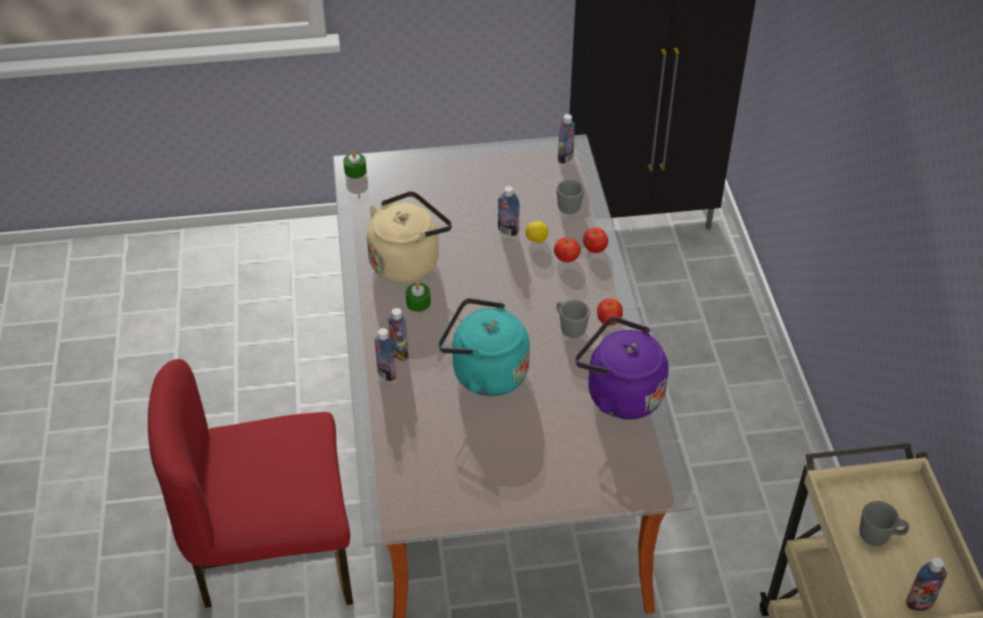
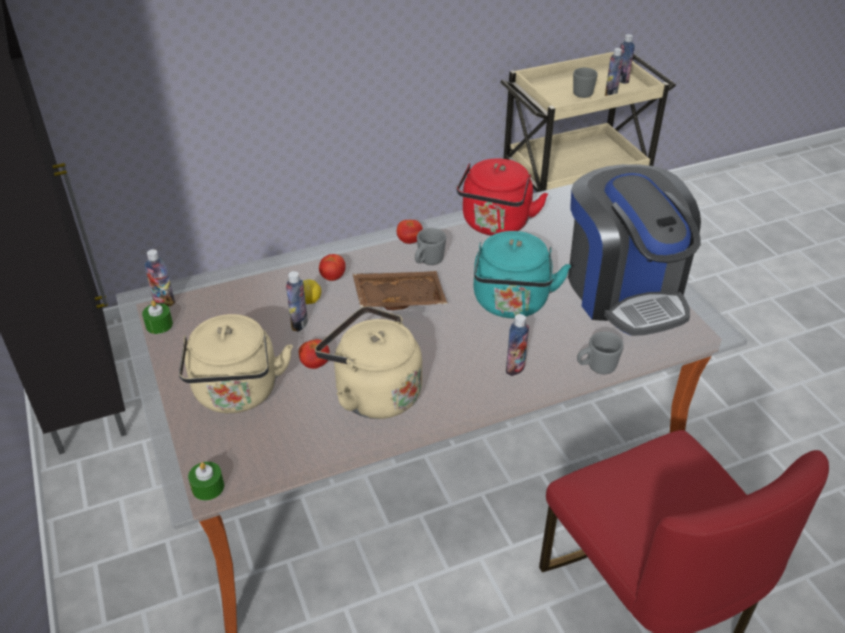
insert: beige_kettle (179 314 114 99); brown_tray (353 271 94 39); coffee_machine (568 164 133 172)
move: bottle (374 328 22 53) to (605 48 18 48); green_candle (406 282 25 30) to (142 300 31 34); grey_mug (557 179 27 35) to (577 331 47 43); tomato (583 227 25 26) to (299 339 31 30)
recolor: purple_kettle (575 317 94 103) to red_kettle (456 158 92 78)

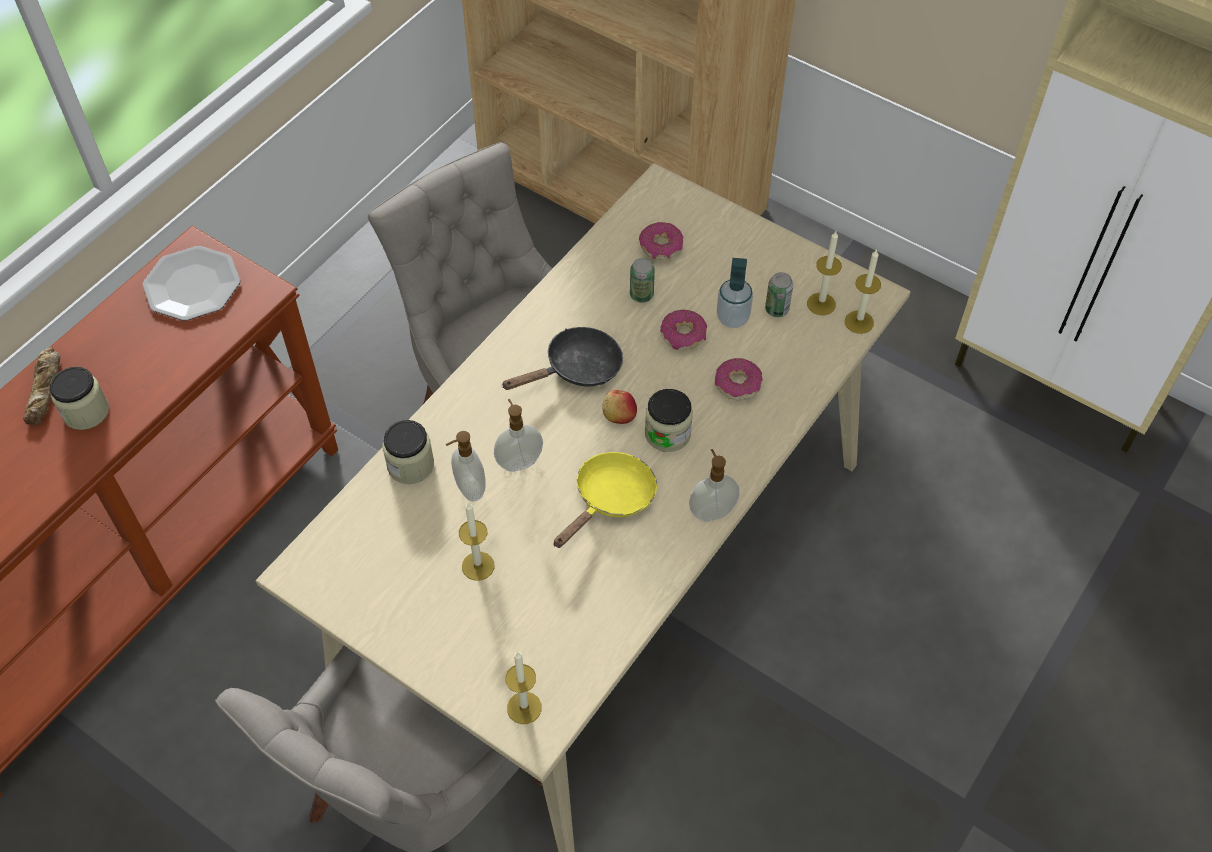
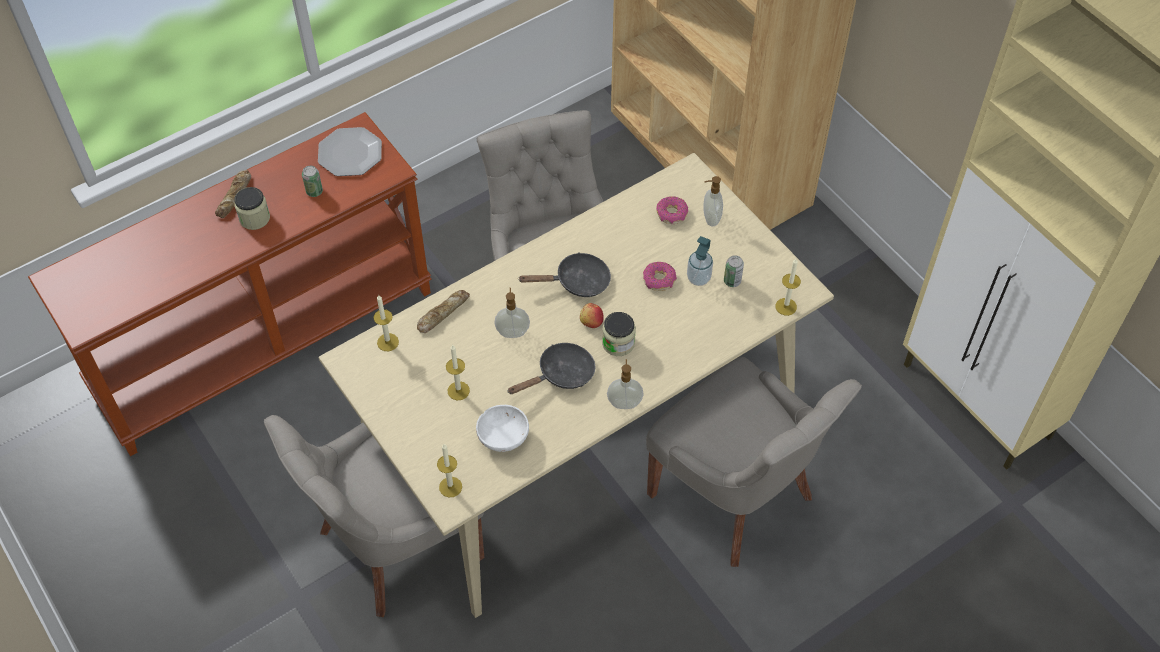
delete: donut (715 358 48 42)
insert: white_bowl (476 405 53 47); grey_chair (646 357 216 210)
move: soap_dispenser (446 431 40 70) to (703 176 20 50); can (630 258 25 45) to (302 166 21 31); candle (807 231 35 84) to (374 295 25 56)
replace: jar (383 420 51 64) to bread (417 290 53 43)
recolor: yellow_frying_pan (554 452 103 96) to black_frying_pan (507 343 88 51)

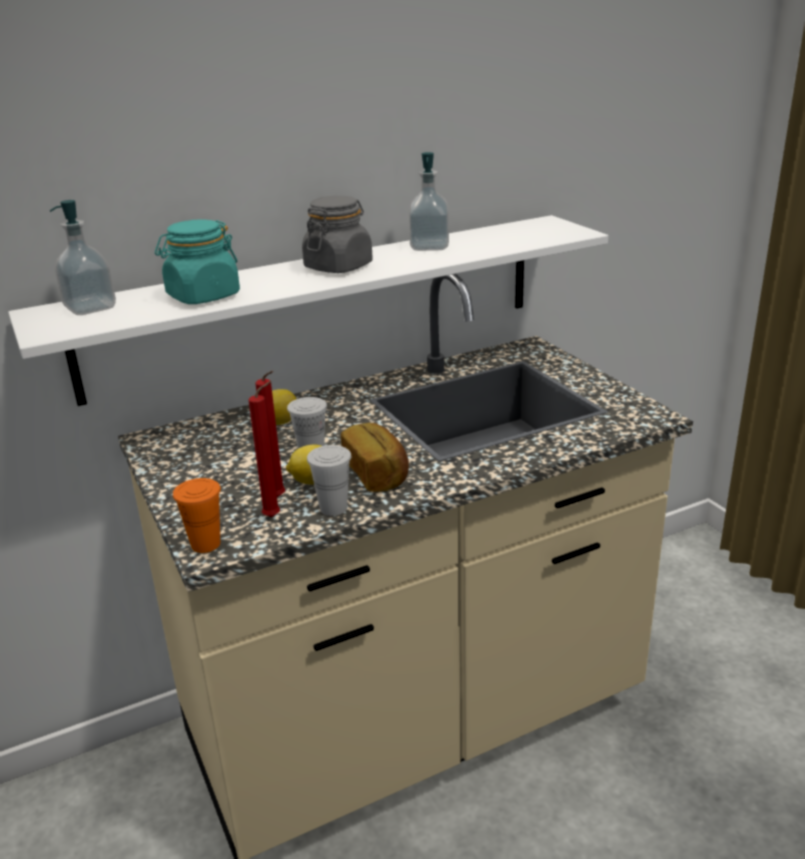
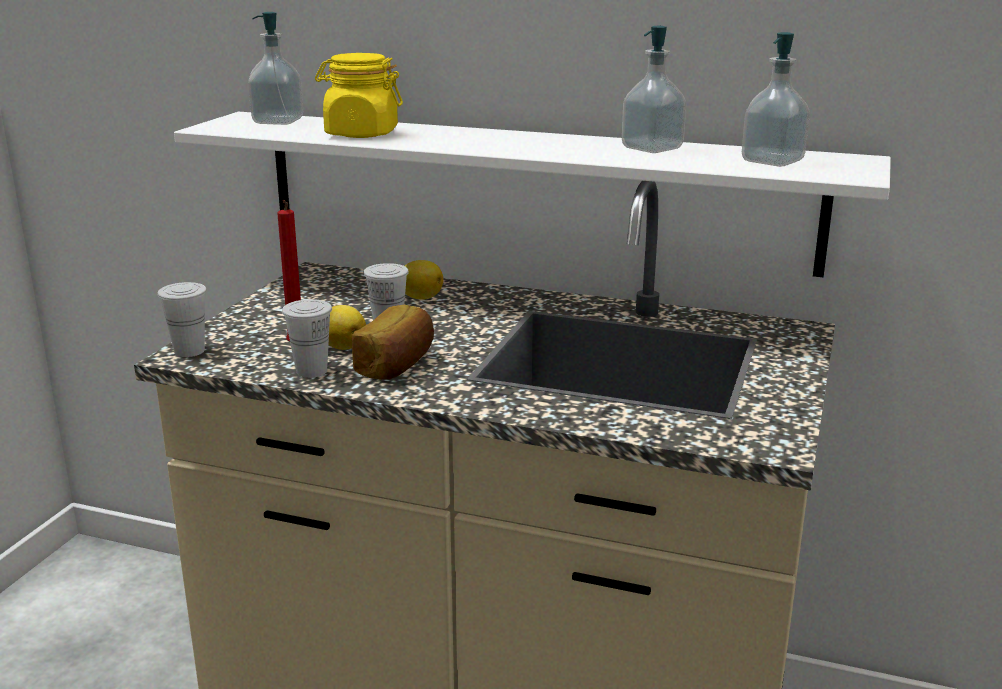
delete: red_candle (249 381 31 136); grey_jar (302 196 71 77)
insert: soap_dispenser (742 32 68 135)
recolor: turquoise_jar (155 219 85 85) to yellow_jar (315 53 88 85); orange_cup (173 478 48 75) to white_cup (158 282 49 75)

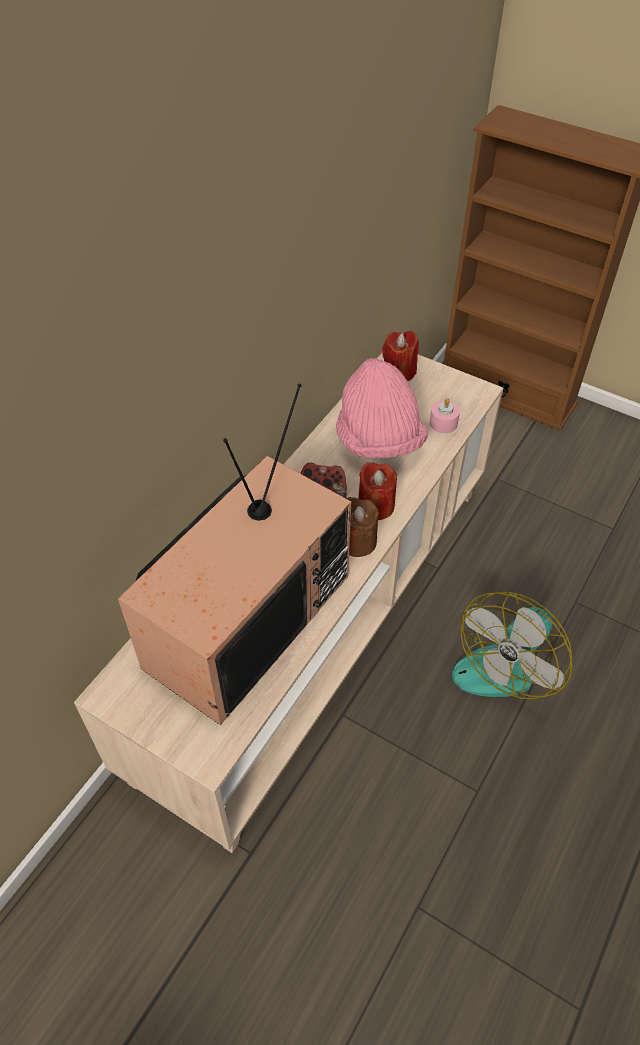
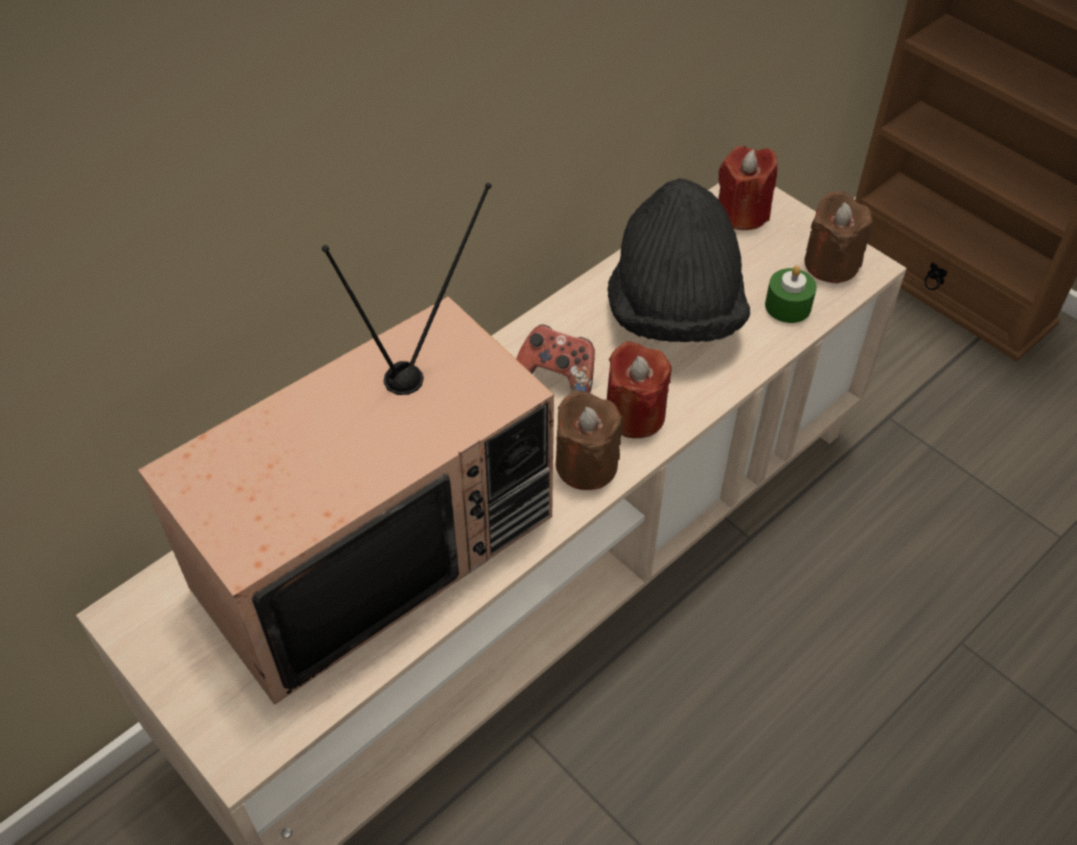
delete: fan (452 592 120 107)
insert: brown_candle (804 191 69 92)
recolor: pink_hat (336 358 92 101) to black_hat (607 178 143 164); pink_candle (430 398 30 35) to green_candle (765 266 52 57)

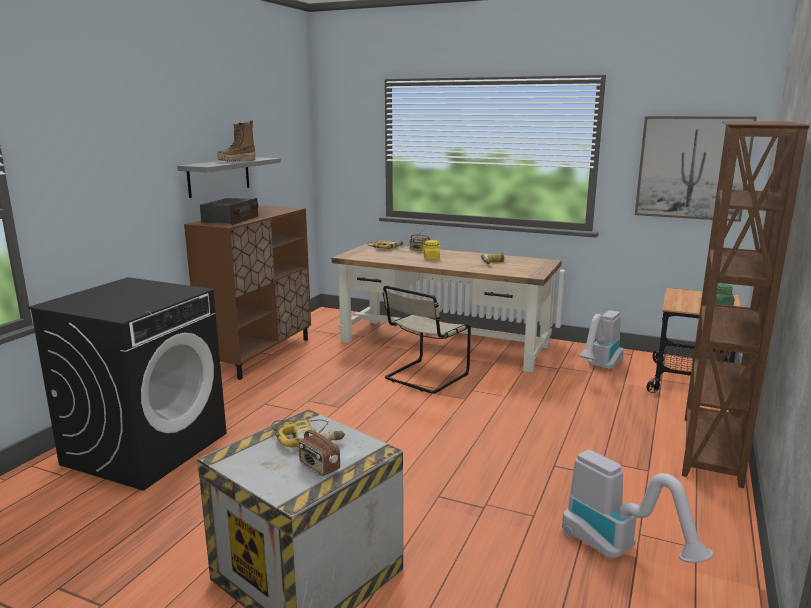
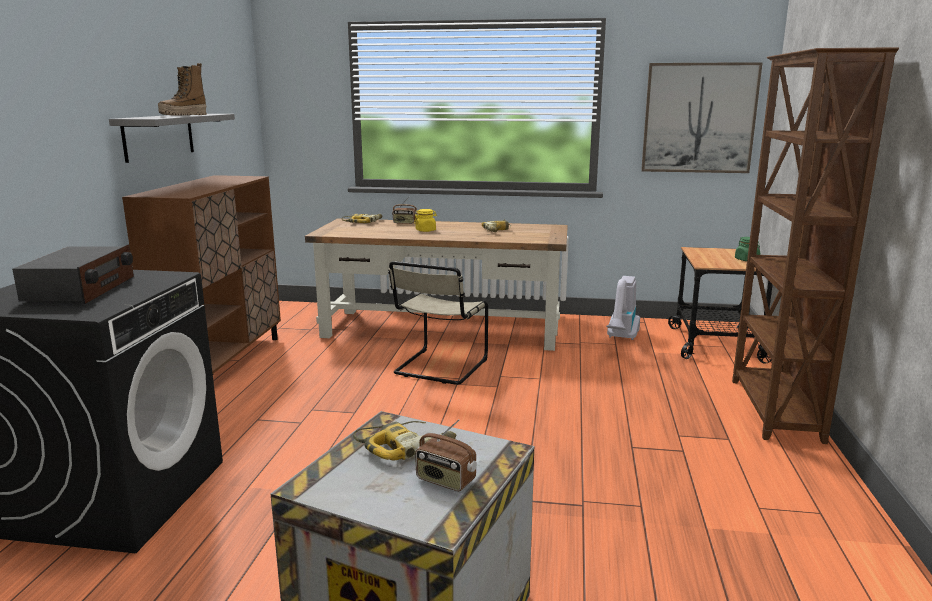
delete: vacuum_cleaner (562 450 151 113)
move: radio (200 198 58 27) to (12 244 122 60)

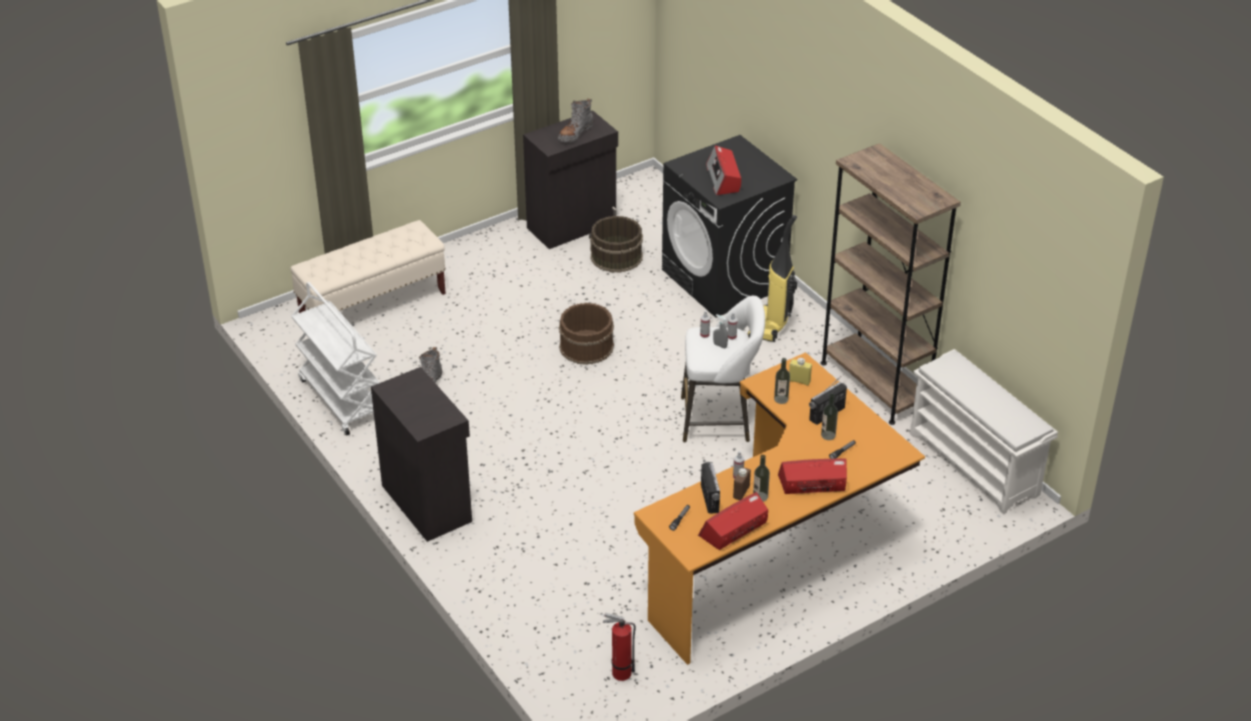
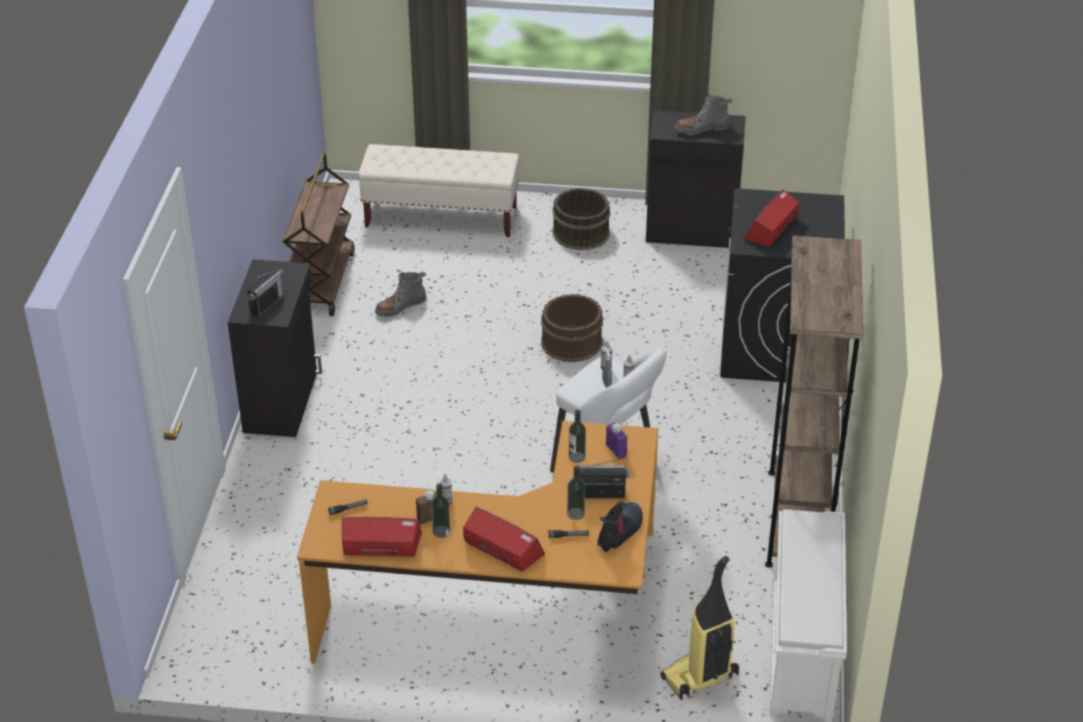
delete: fire_extinguisher (603 613 33 68)
insert: boot (597 501 46 51)
move: brown_bucket (589 216 54 56) to (553 188 57 62); radio (701 462 19 52) to (247 268 38 49); vacuum_cleaner (748 215 49 127) to (660 556 79 144)
recolor: white_cart (292 282 88 154) to brown_cart (282 153 73 163); yellow_bottle (789 358 23 28) to purple_bottle (606 423 21 36)

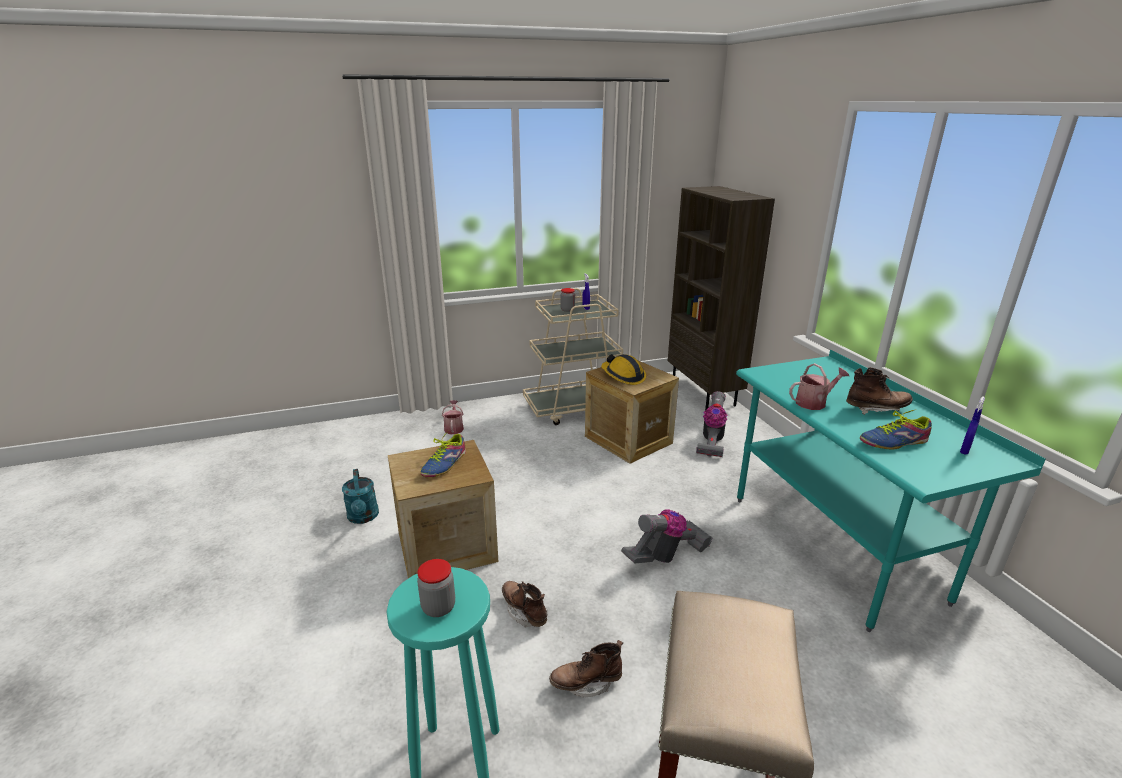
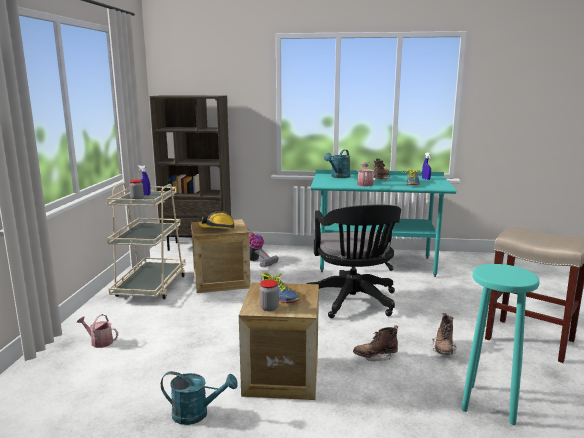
insert: turquoise_watering_can (324 150 26 28)
move: jar (417 559 38 58) to (260 280 19 31)
replace: vacuum_cleaner (621 509 92 54) to black_office_chair (306 205 95 113)

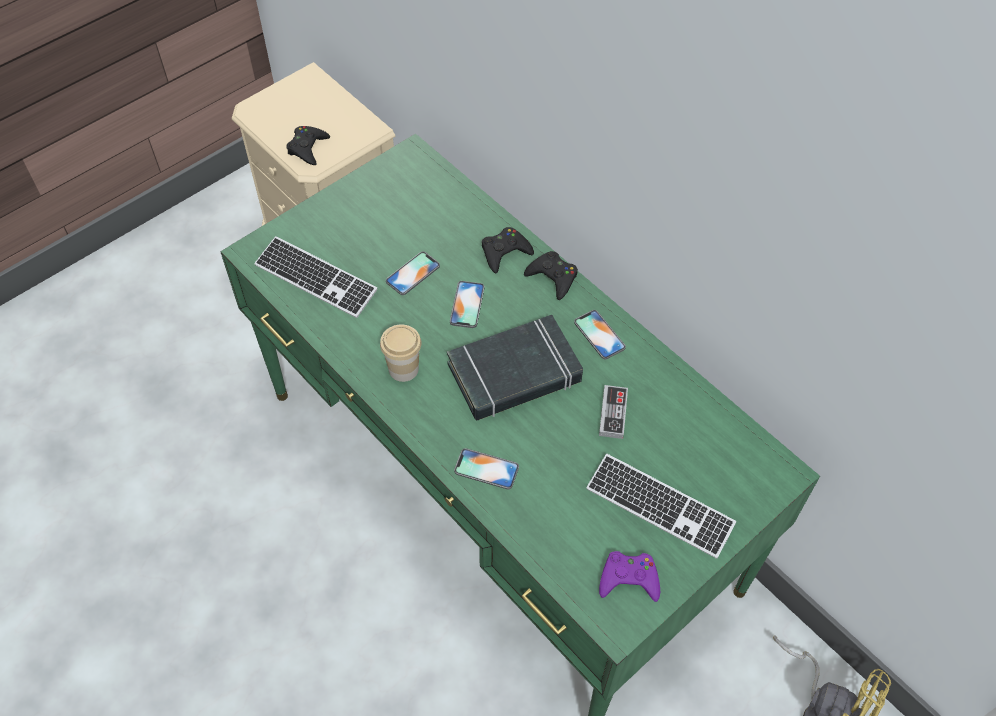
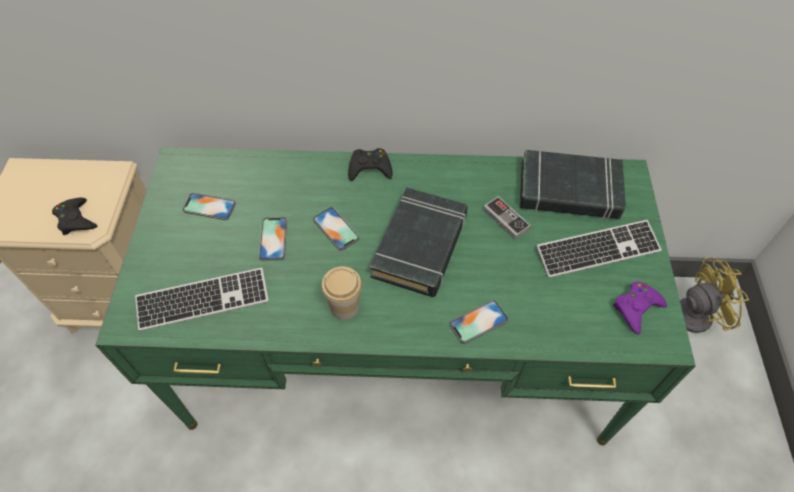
delete: black_game_controller (482 227 52 46)
insert: black_book (520 150 106 70)
move: phone (574 310 52 49) to (182 193 54 27)

